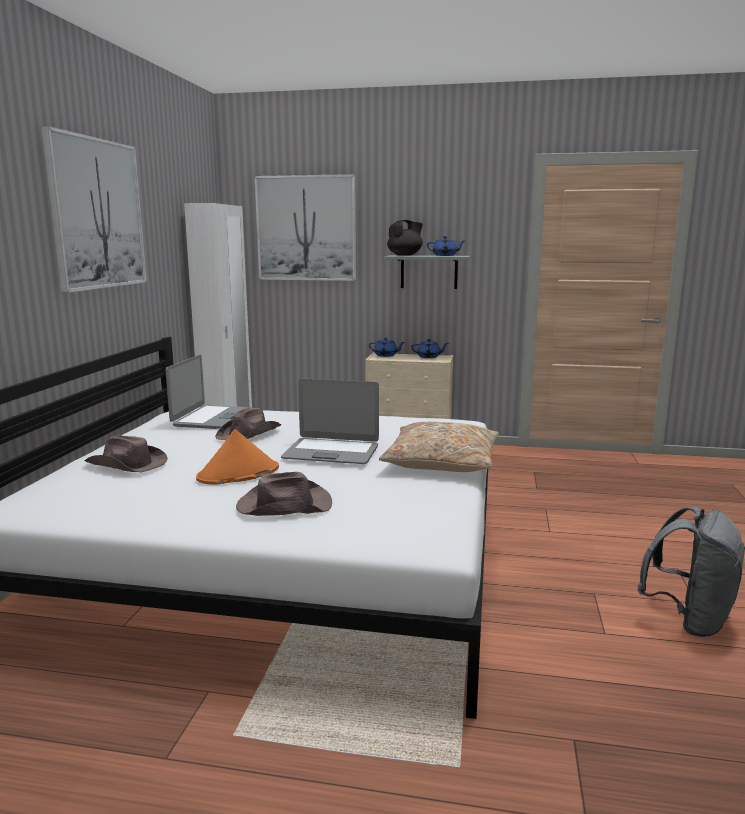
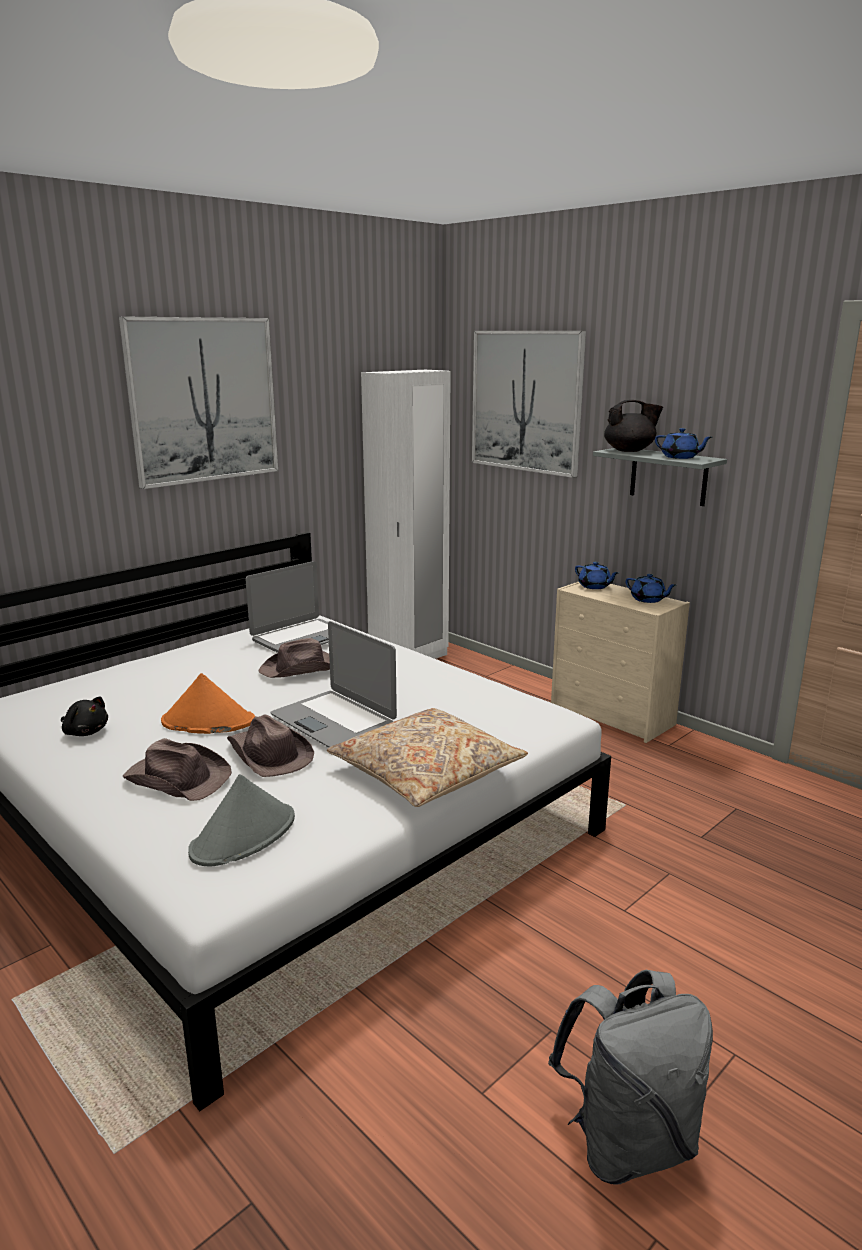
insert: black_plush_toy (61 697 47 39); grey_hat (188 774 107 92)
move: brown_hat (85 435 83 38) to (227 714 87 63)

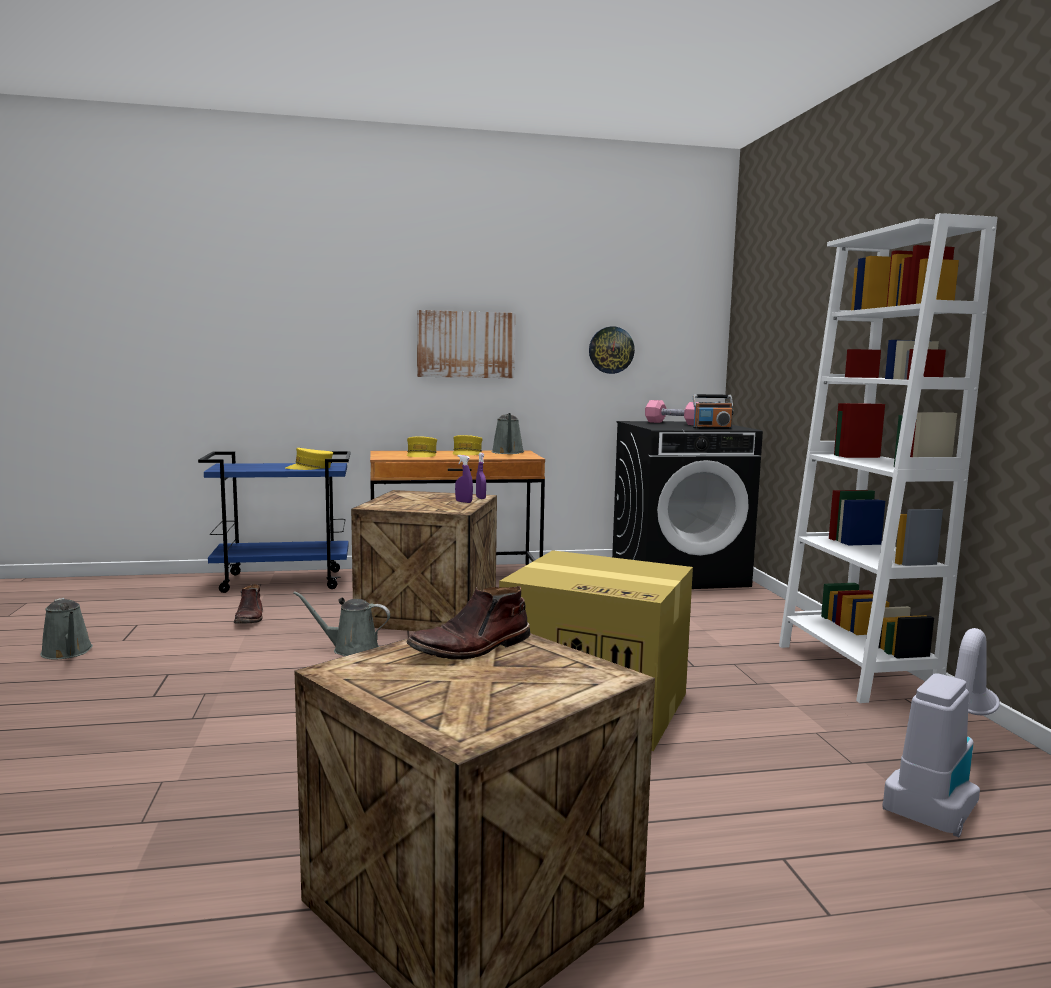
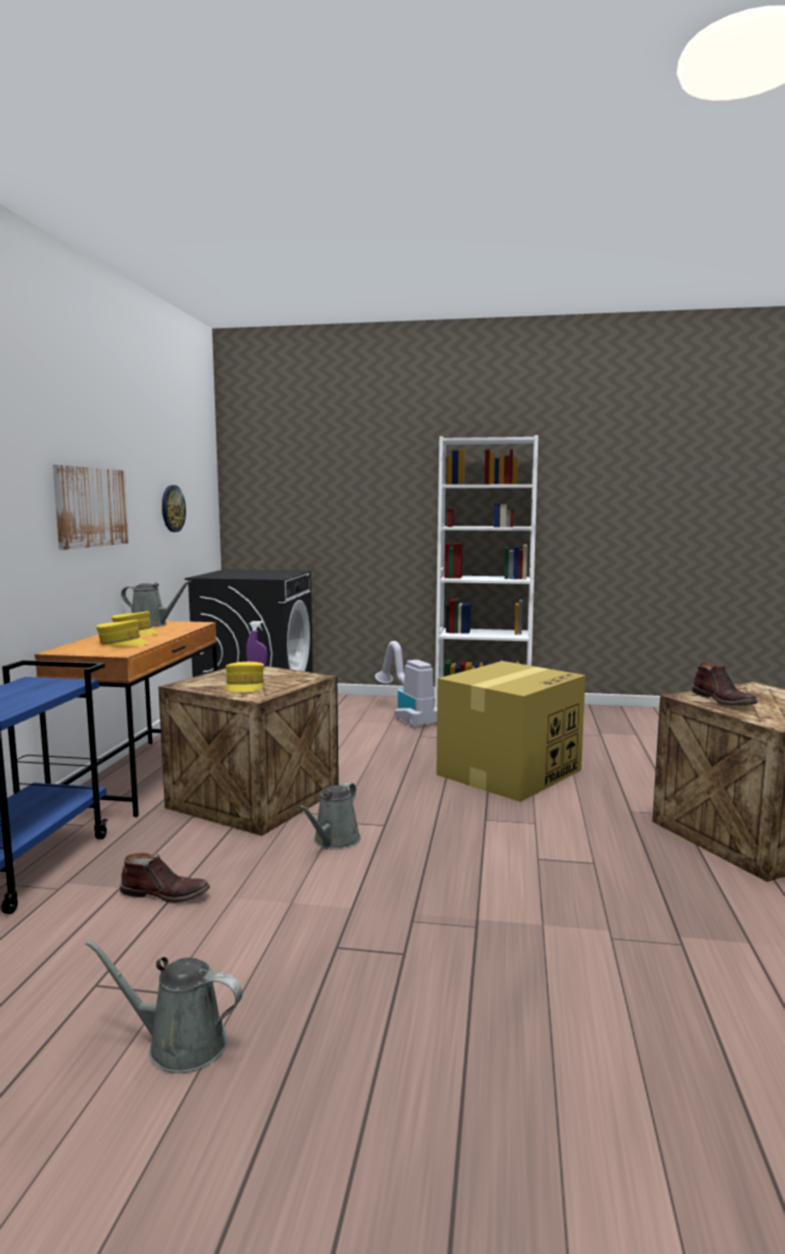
delete: purple_spray_bottle (455 455 18 48); pink_dumbbell (645 400 54 25); radio (693 394 40 35)
move: yellow_cap (286 448 47 22) to (225 662 39 31); vacuum_cleaner (883 628 117 209) to (375 641 62 87)
rotate: grey_watering_can (40 598 53 62) = (85 940 158 133) 150 degrees counterclockwise

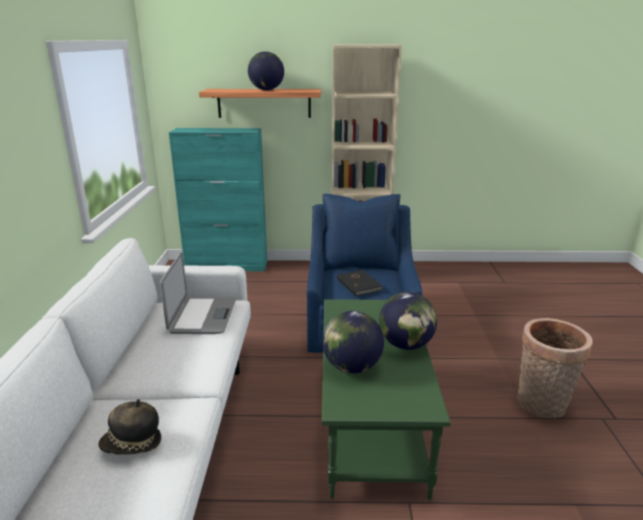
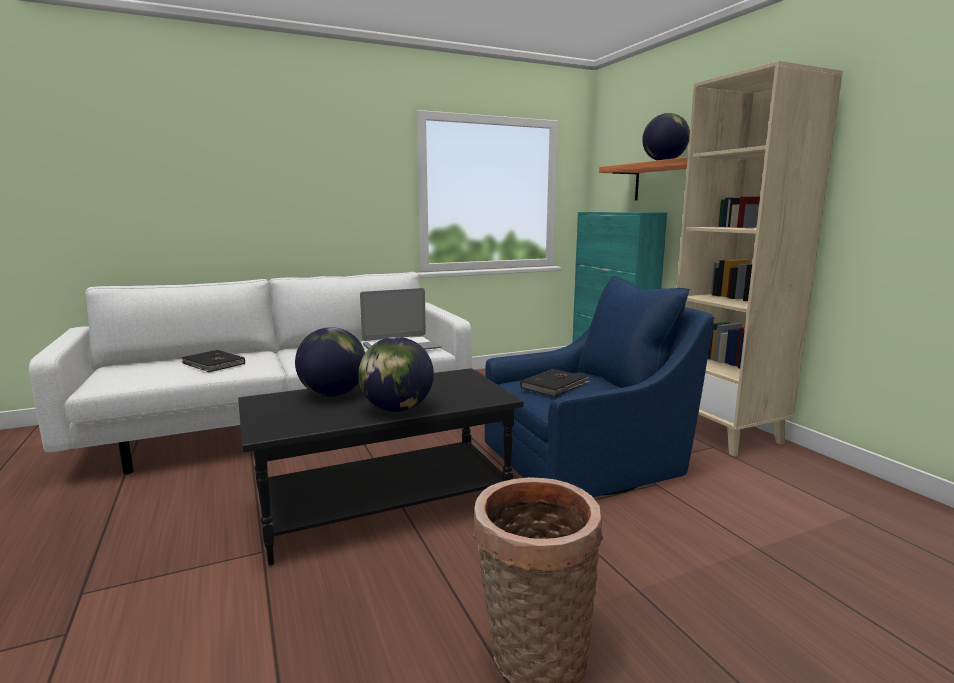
replace: hat (98 399 63 56) to black_book (181 350 64 22)
recolor: green_coffee_table (322 299 129 201) to black_coffee_table (238 368 285 198)

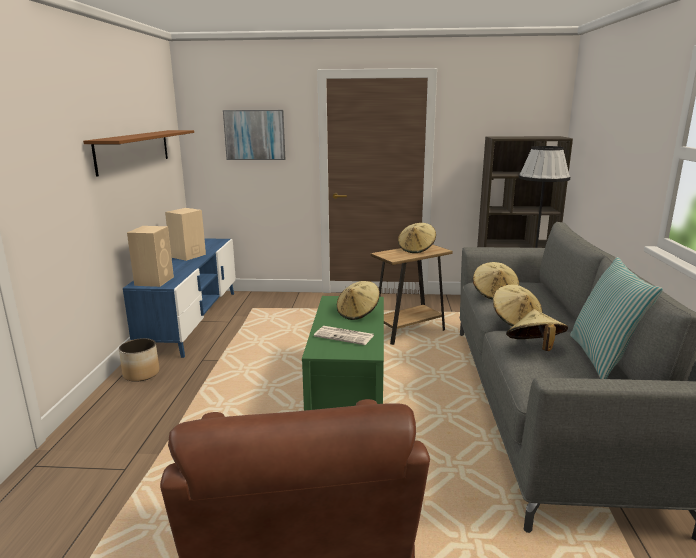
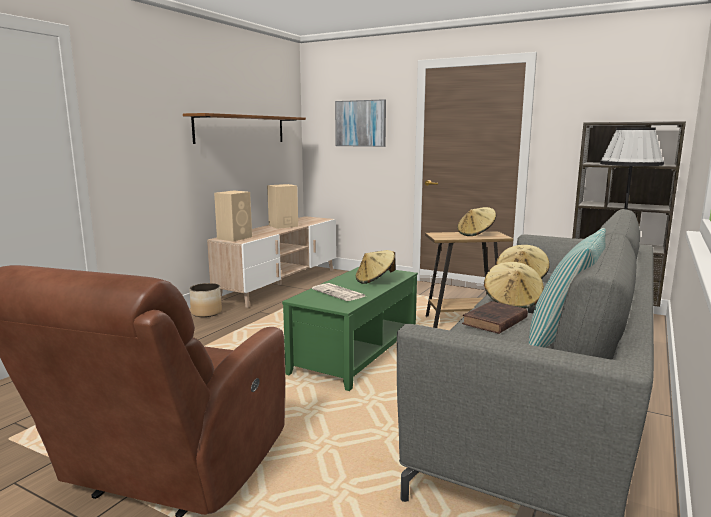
replace: beige_hat (506 309 62 42) to brown_book (462 301 66 33)
recolor: blue_tv_stand (123 239 113 119) to beige_tv_stand (207 216 129 92)

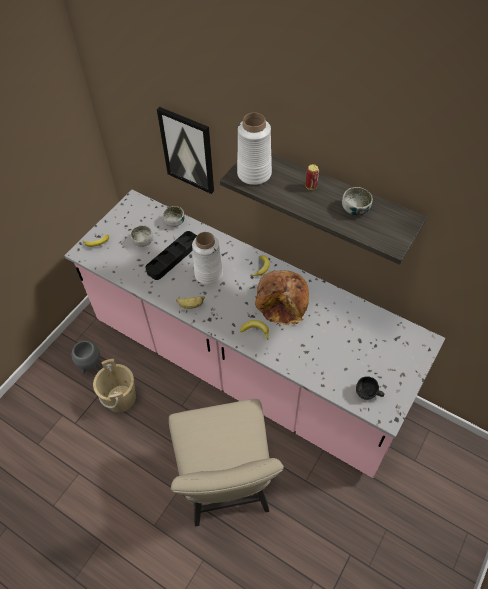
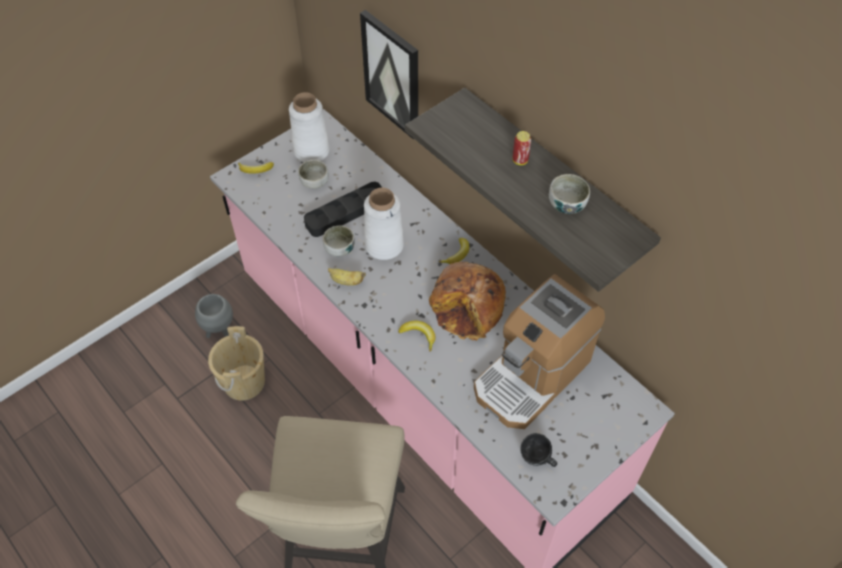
insert: coffee_machine (474 274 131 155)
move: bowl (163 206 22 21) to (323 226 31 30); white_vase (237 113 35 72) to (289 92 41 70)

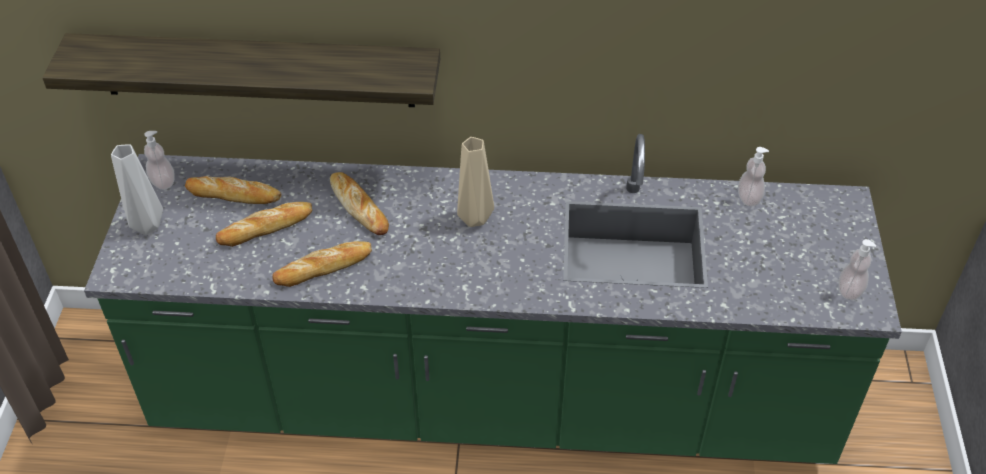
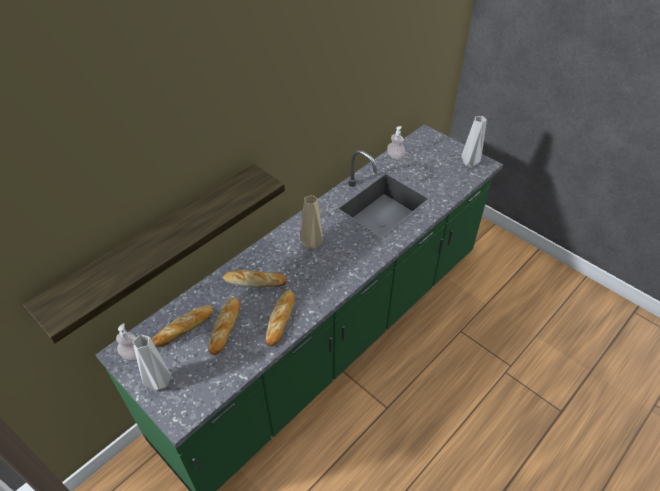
replace: soap_dispenser (839 239 37 61) to grey_vase (462 116 25 51)

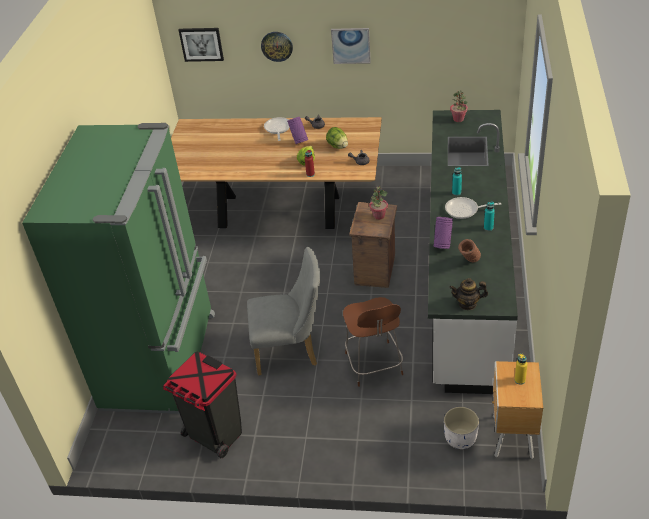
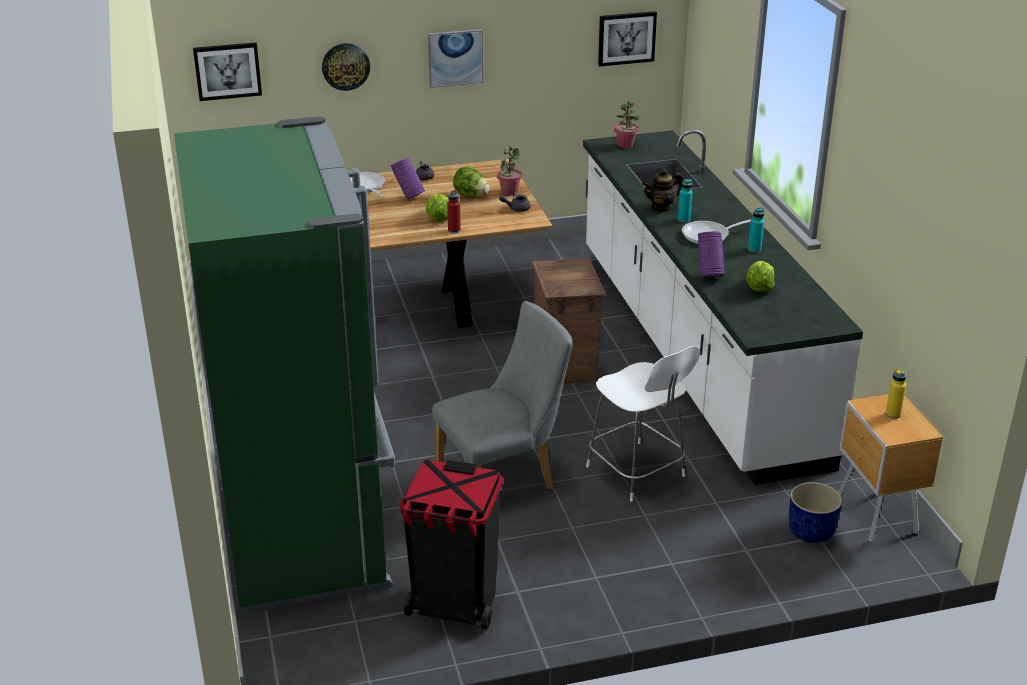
insert: picture (598 11 59 55)
move: potted_plant (369 186 19 34) to (497 145 25 51); teapot (449 278 39 32) to (642 168 41 44)
replace: brown_vase (458 239 23 23) to lettuce (746 261 28 31)
recolor: brown_chair (343 297 60 90) to white_chair (586 346 114 156); white_planter (444 407 35 42) to blue_planter (789 482 53 61)

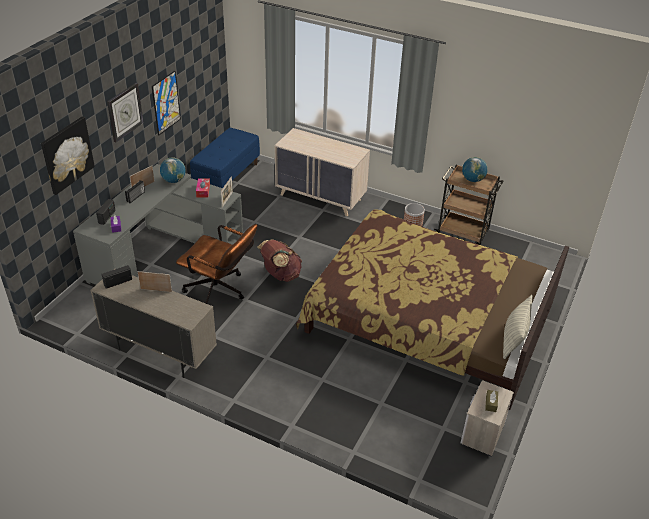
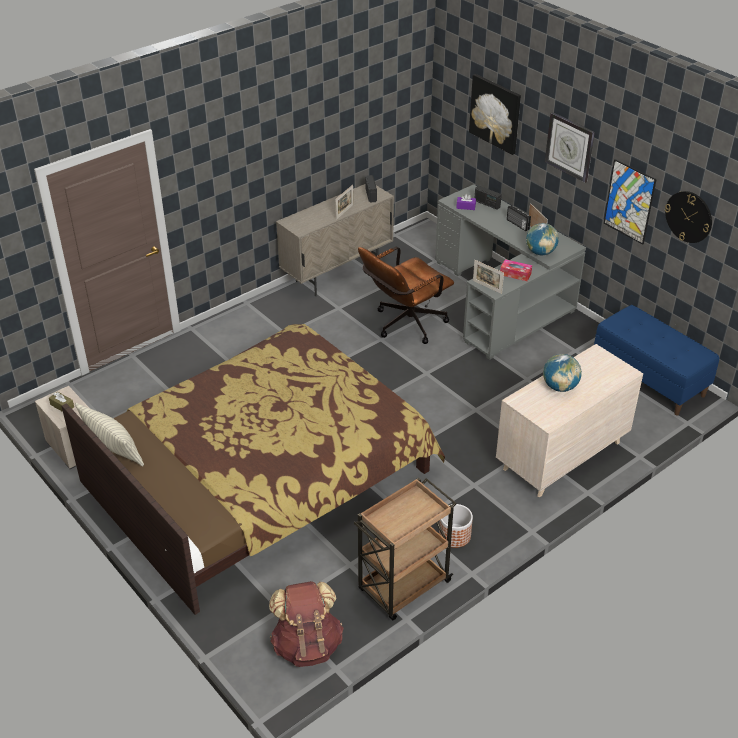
insert: wall_clock (665 191 47 52)
move: brown_backpack (258 240 44 42) to (269 581 74 86); globe (462 157 26 25) to (543 354 39 38)

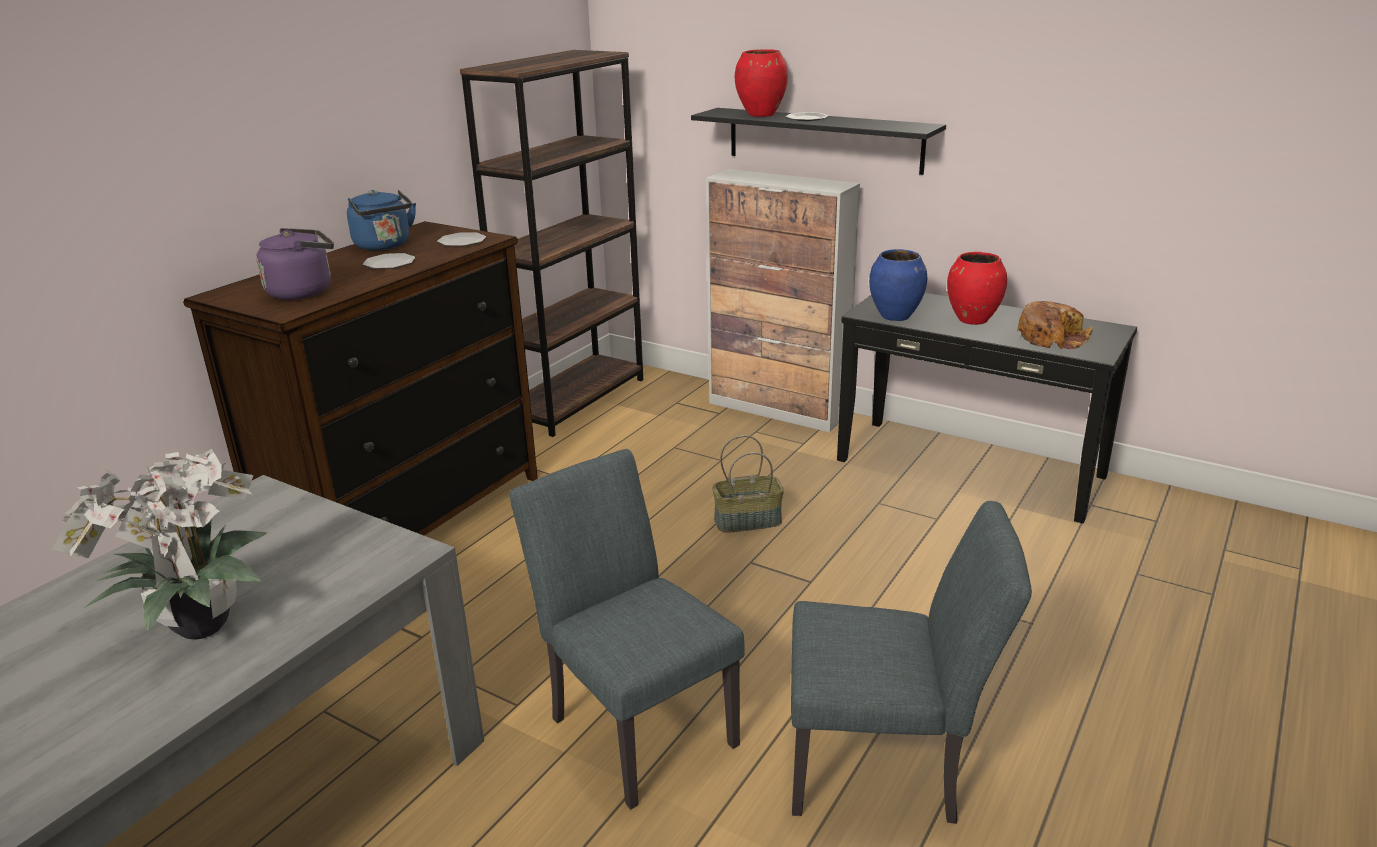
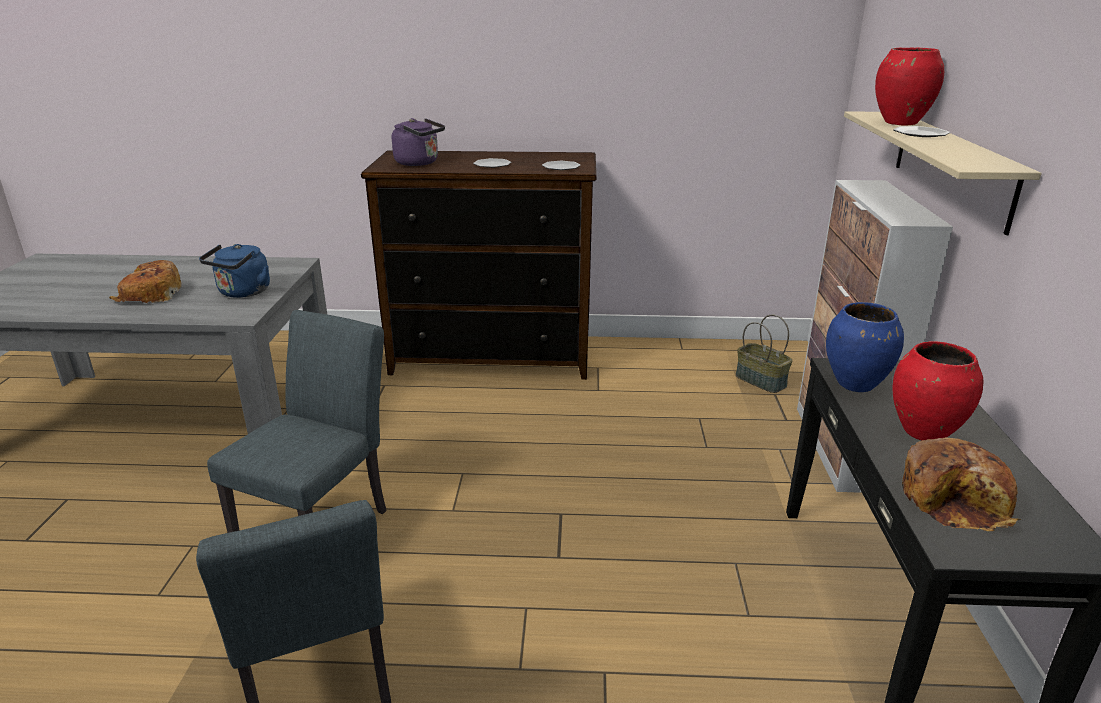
delete: brown_bookcase (460 50 183 387)
move: blue_kettle (347 190 69 60) to (199 244 71 54); basket (712 435 72 98) to (736 315 57 78)
replace: potted_plant (52 449 216 191) to bread (109 260 72 43)
recolor: black_shelf (691 108 255 67) to beige_shelf (844 111 198 124)

